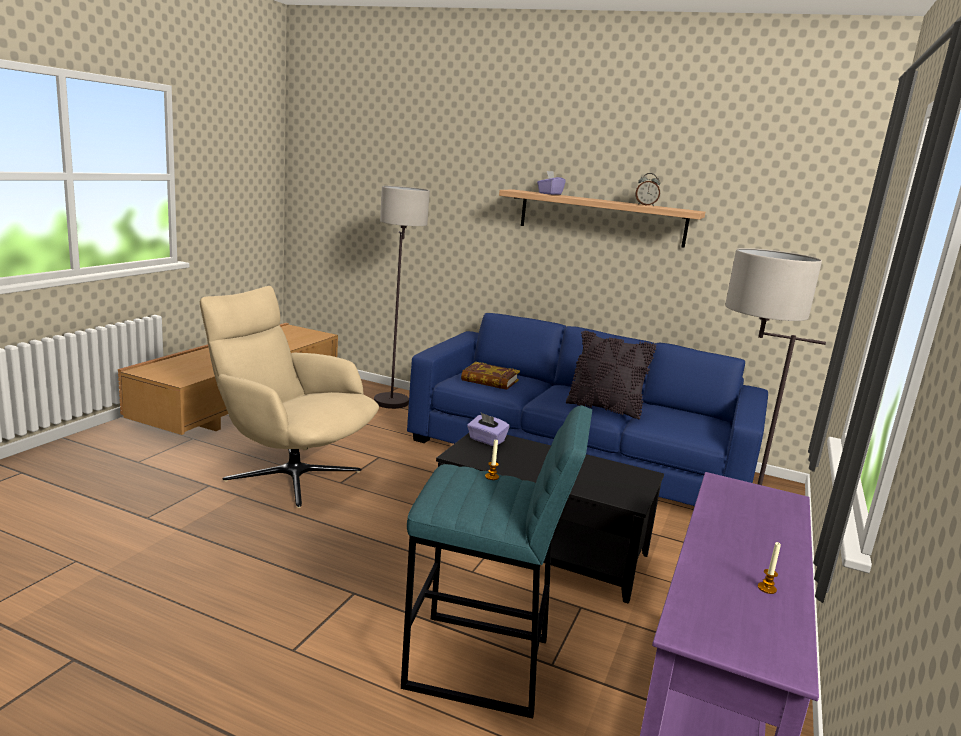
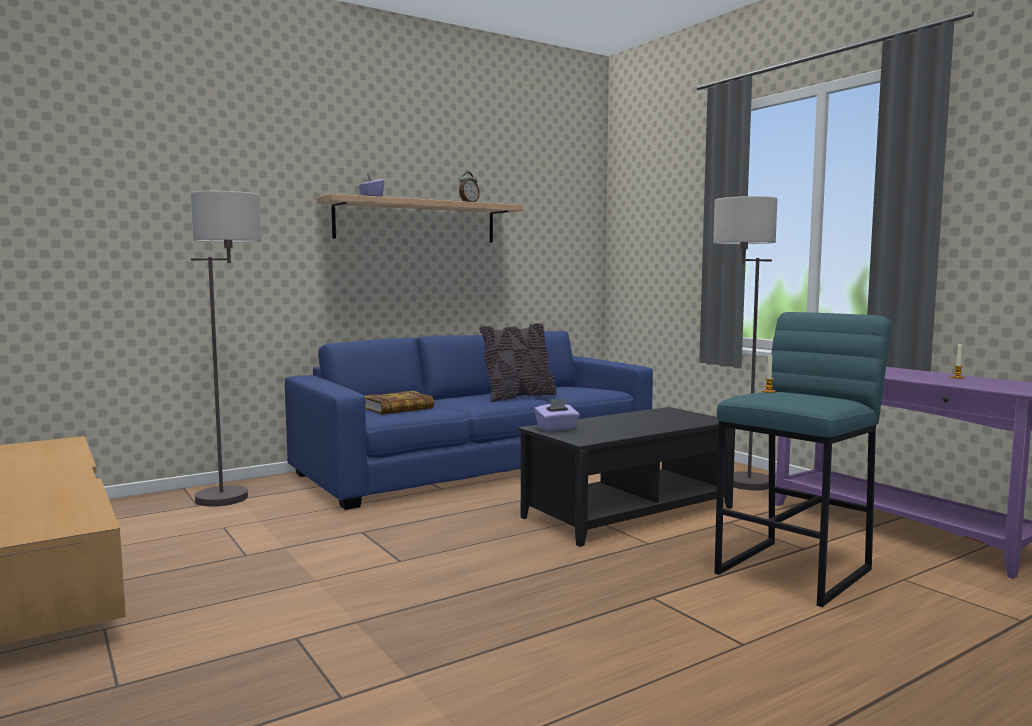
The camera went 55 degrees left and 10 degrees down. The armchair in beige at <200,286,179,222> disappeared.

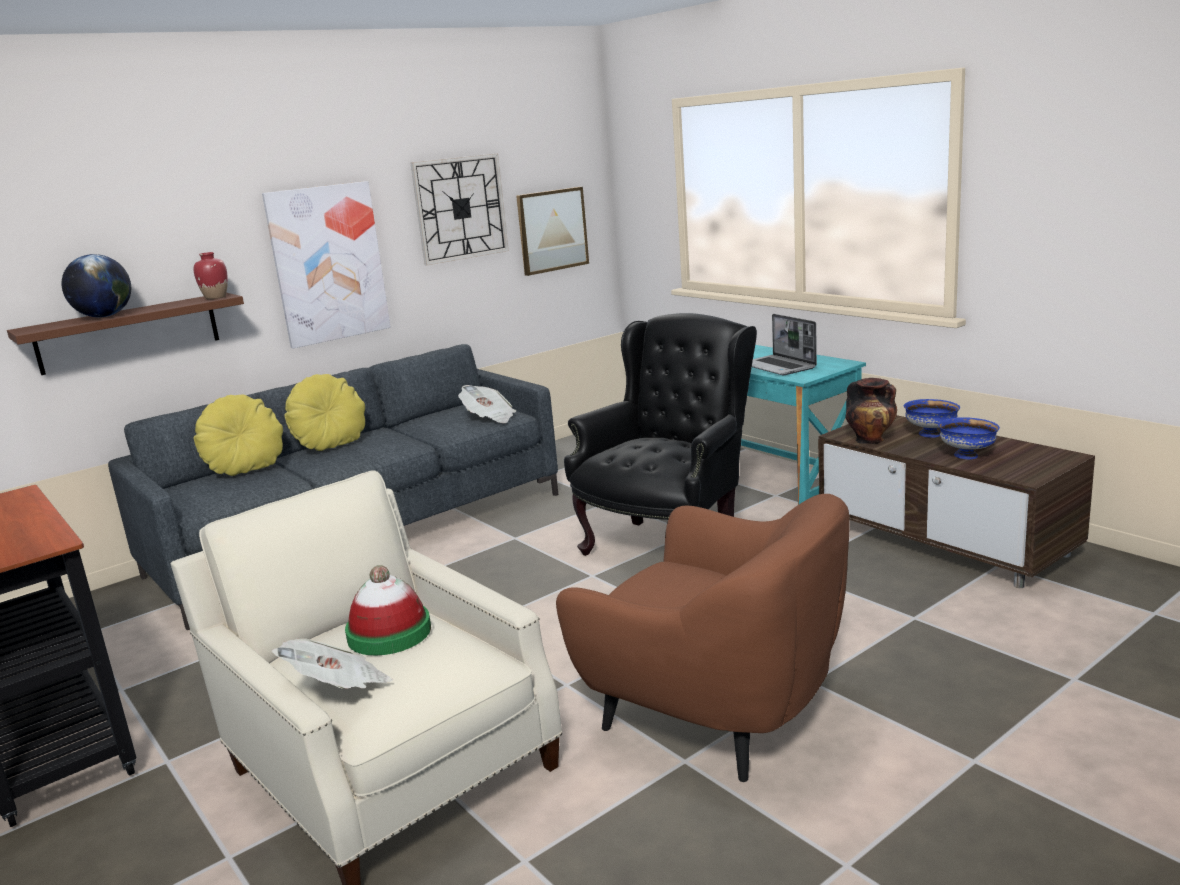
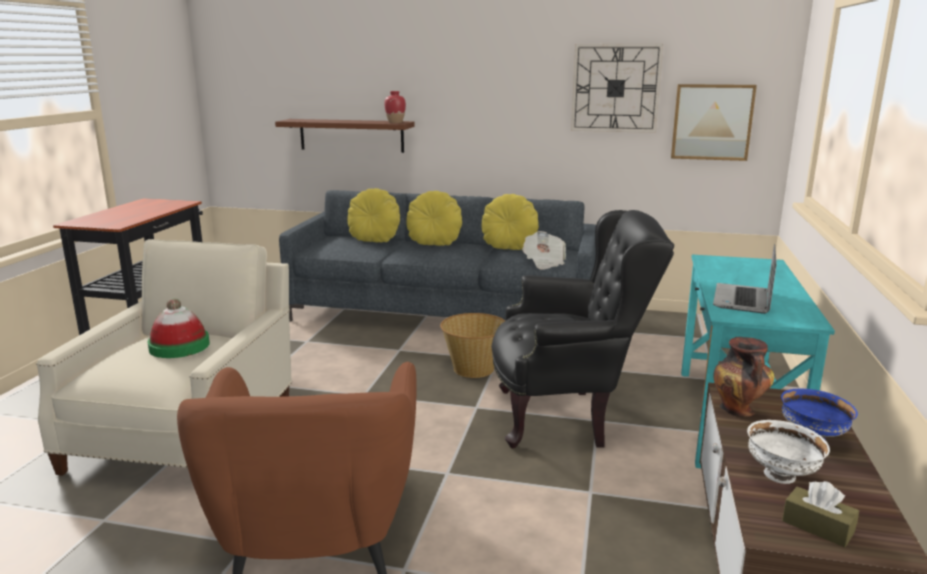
The camera went 50 degrees right and 0 degrees up. The globe at <61,254,70,64> disappeared. The picture at <262,181,129,167> disappeared. The newspaper at <271,638,122,51> disappeared. The basket at <440,313,65,65> appeared. The pillow in yellow at <481,194,58,56> appeared. The tissue box in brown at <782,481,77,66> appeared. The bowl in blue at <938,417,62,42> became the bowl in white at <747,420,83,64>.

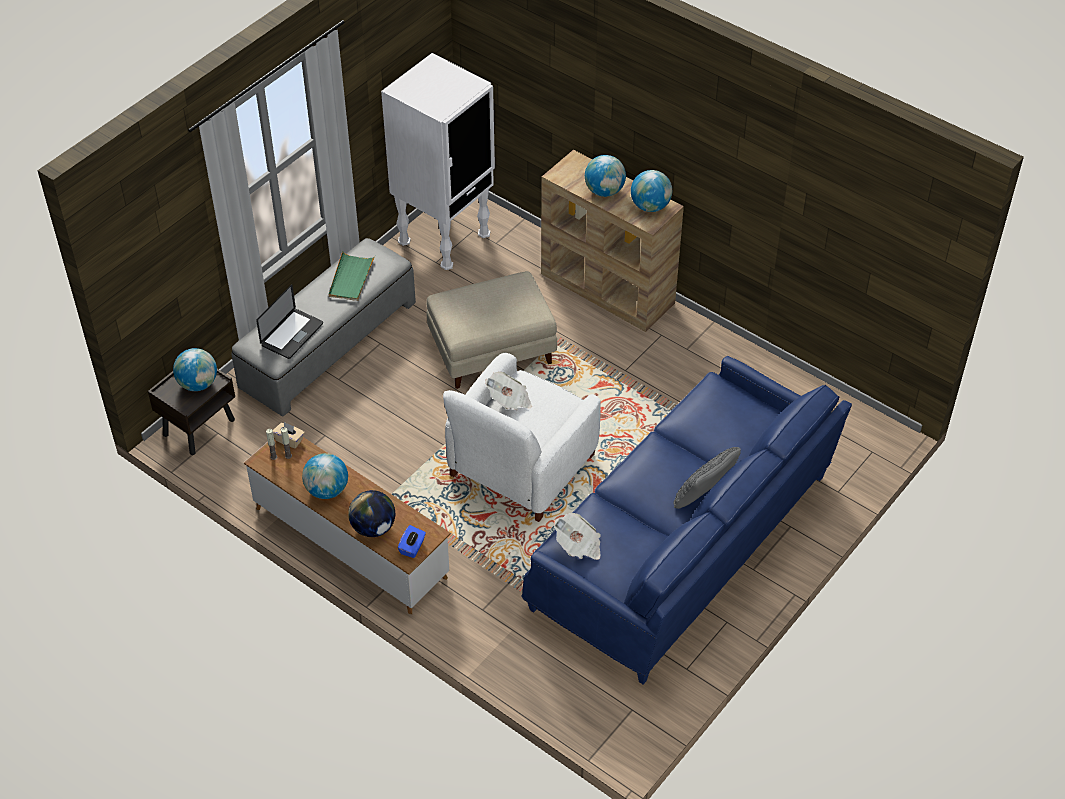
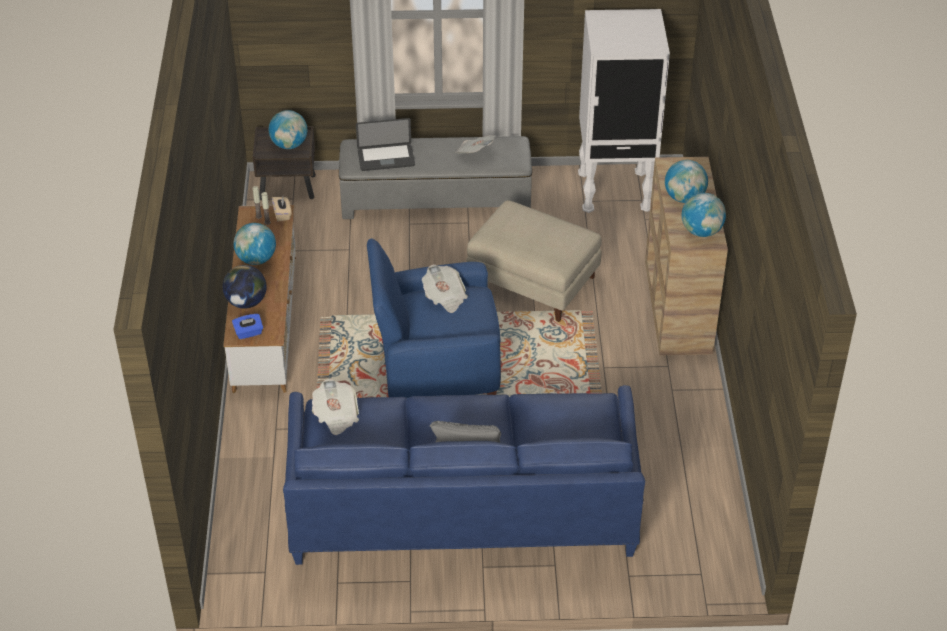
The camera went 50 degrees right and 5 degrees down. The tray in green at <329,251,46,50> was replaced by the newspaper at <455,135,40,18>. The armchair in white at <443,353,158,169> became the armchair in blue at <367,239,134,160>.

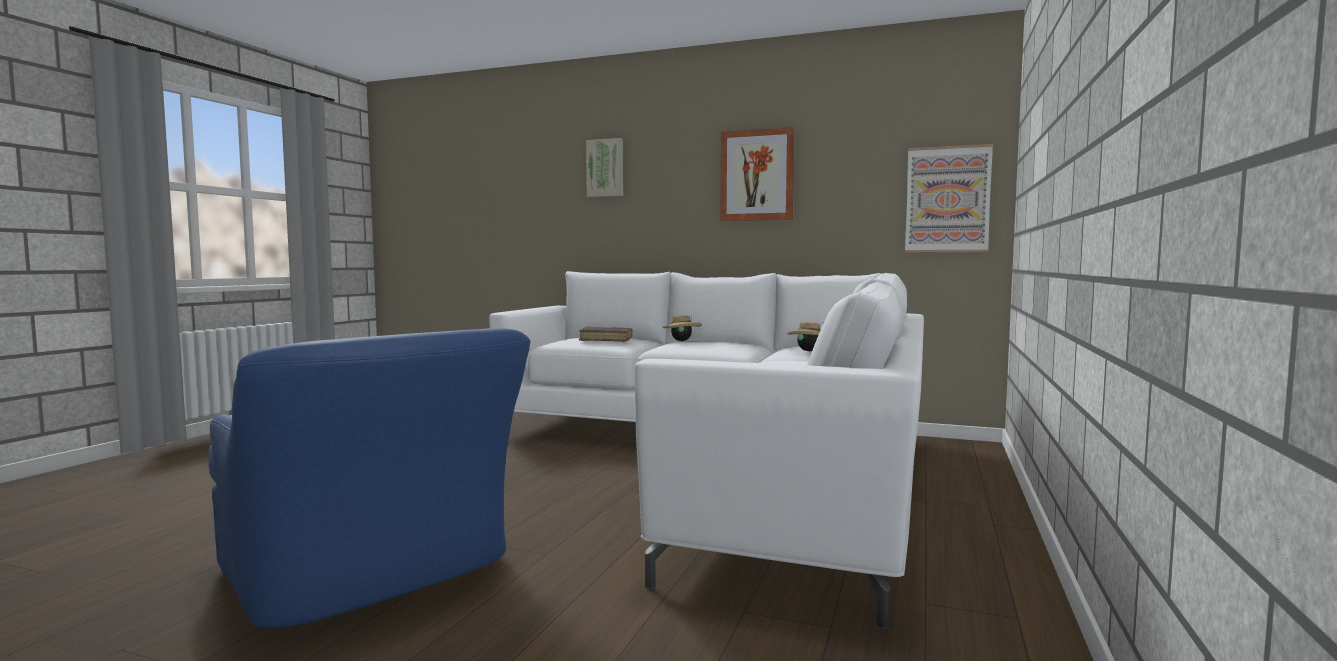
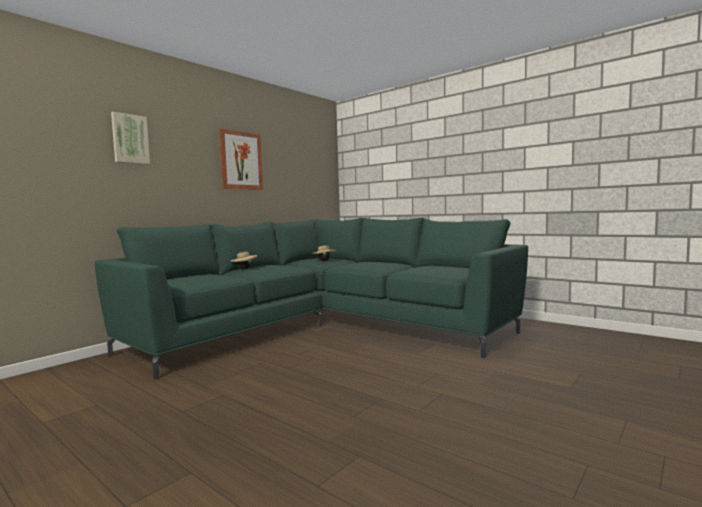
The camera went 70 degrees left and 0 degrees up. The armchair in blue at <208,328,322,300> disappeared. The book in brown at <579,326,54,16> disappeared. The picture at <905,144,88,108> disappeared. The sofa in white at <489,271,435,358> became the sofa in green at <94,217,434,163>.

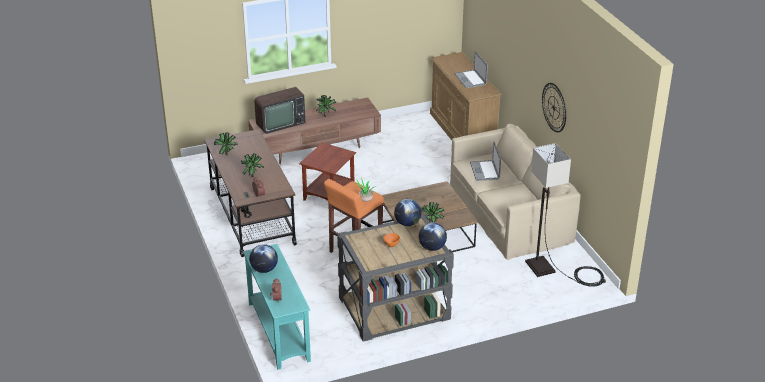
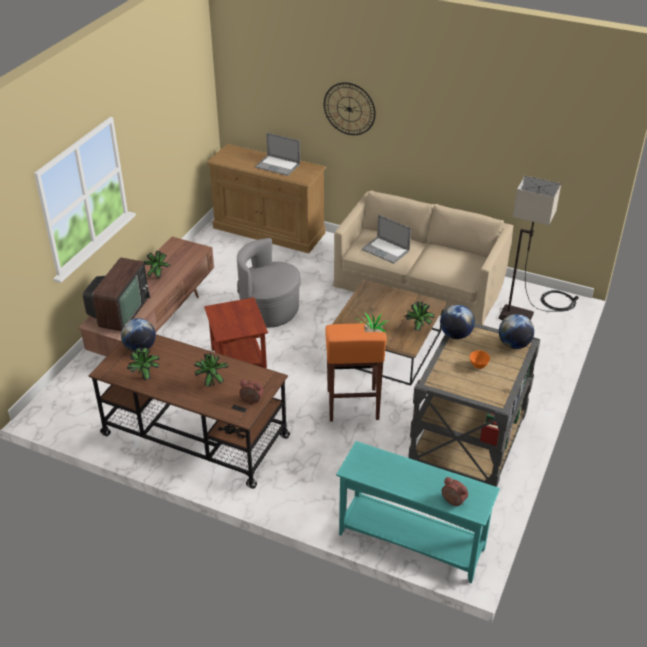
The camera went 45 degrees left and 5 degrees up. The armchair in grey at <237,238,64,90> appeared. The globe moved from <249,244,29,29> to <121,318,35,33>. The wall clock moved from <542,83,24,49> to <324,82,52,53>.

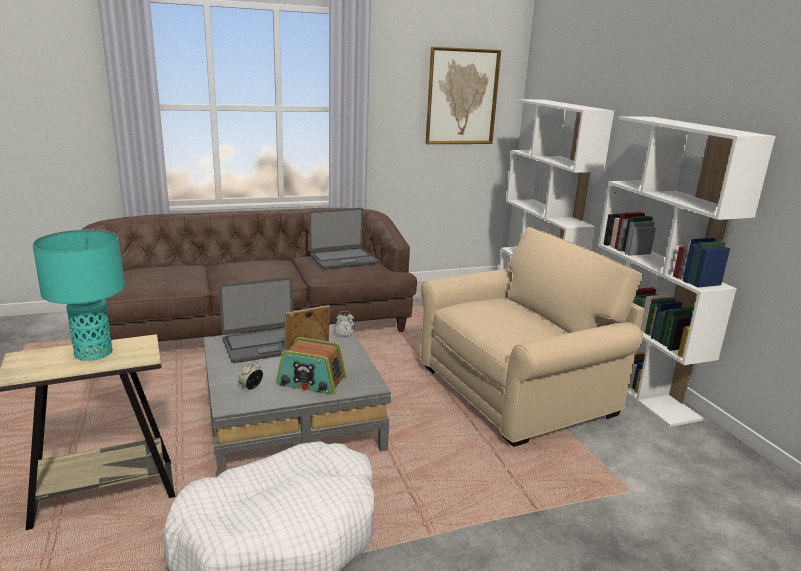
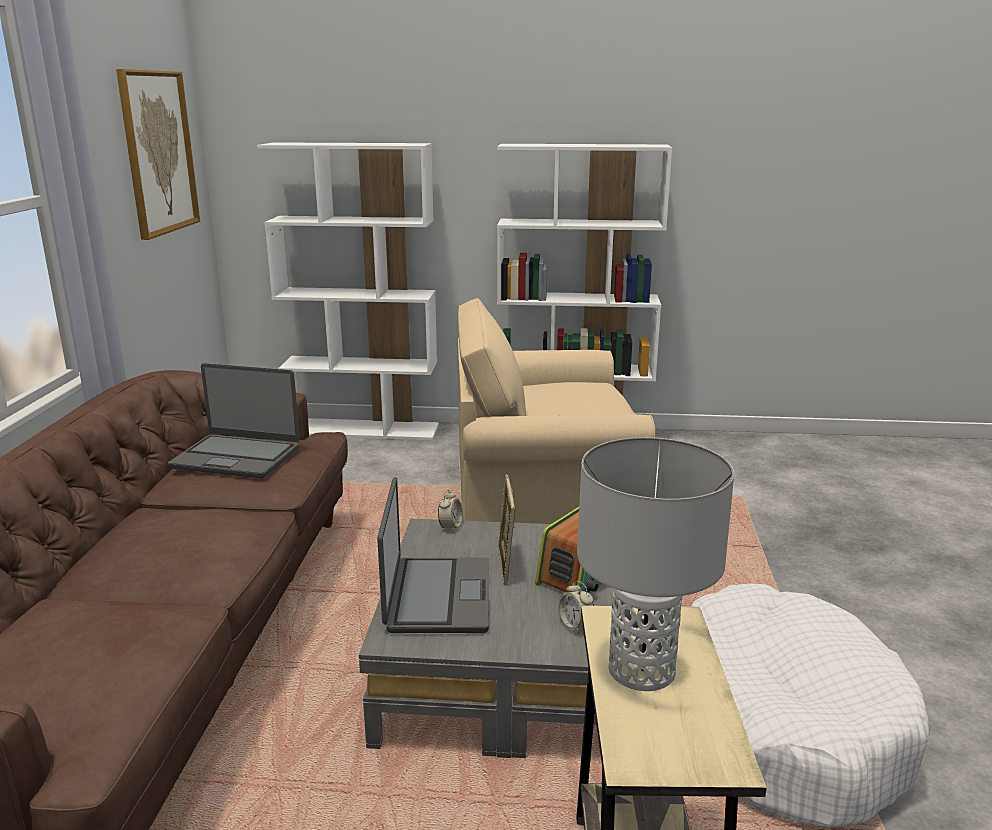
The camera went 65 degrees left and 0 degrees up. The table lamp in turquoise at <32,230,93,131> became the table lamp in white at <577,437,157,254>. The laptop at <309,208,69,61> turned 105 degrees clockwise. The armchair in beige at <420,226,225,221> turned 90 degrees counterclockwise.

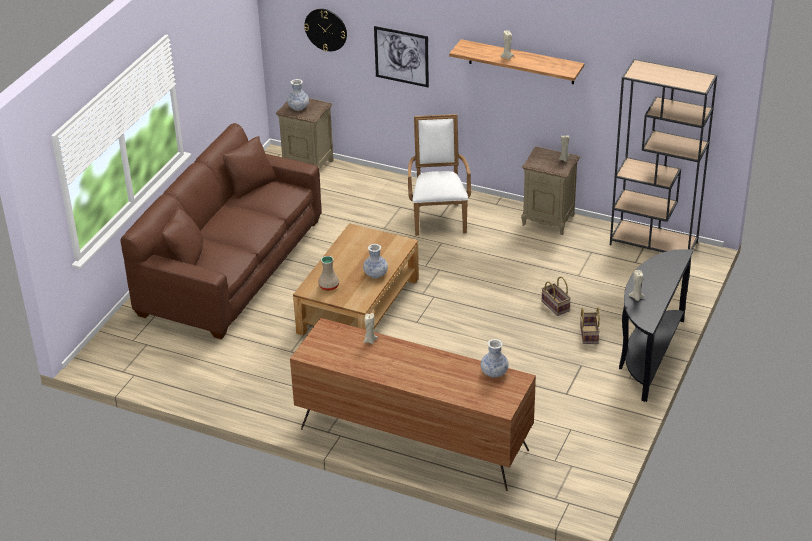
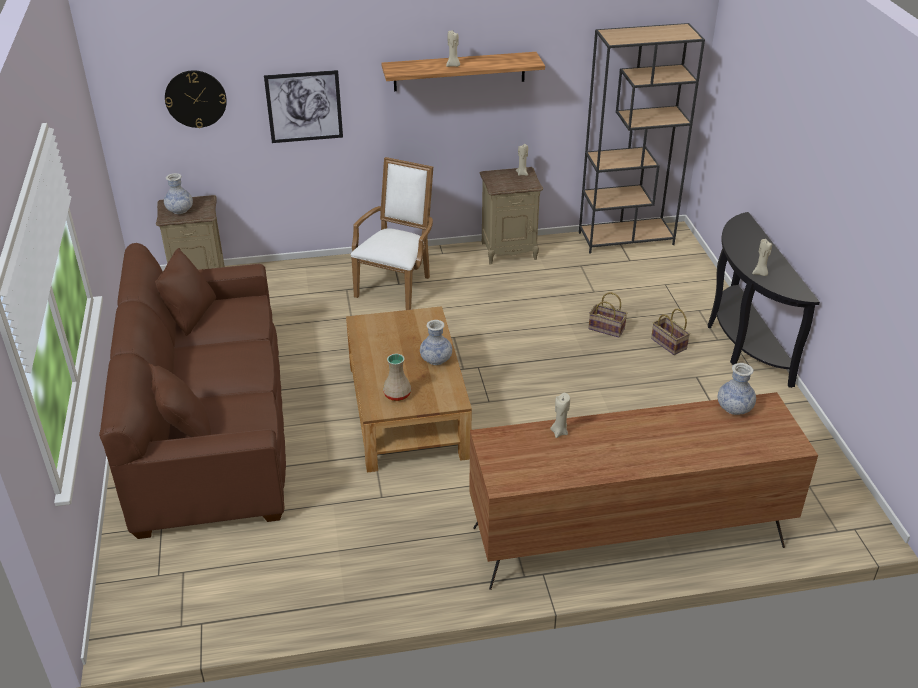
The camera went 35 degrees left and 0 degrees up. The armchair in white at <408,114,63,122> turned 60 degrees clockwise.

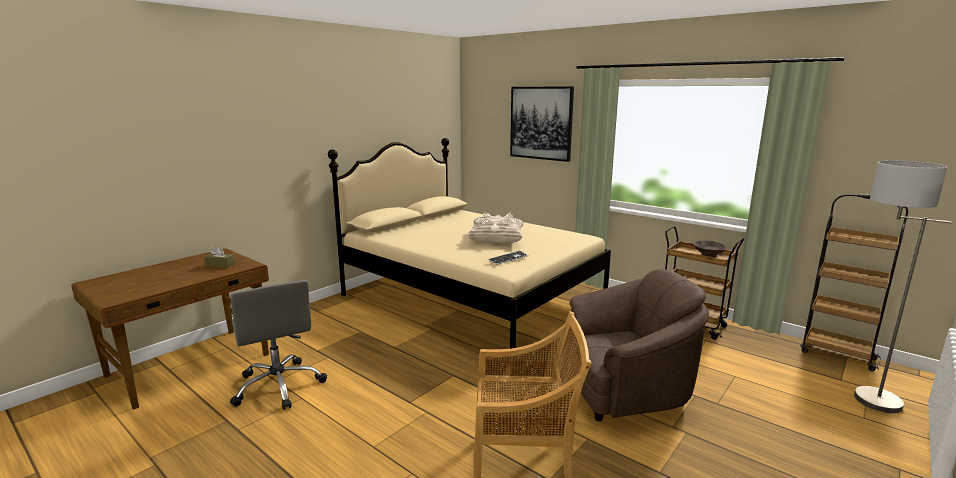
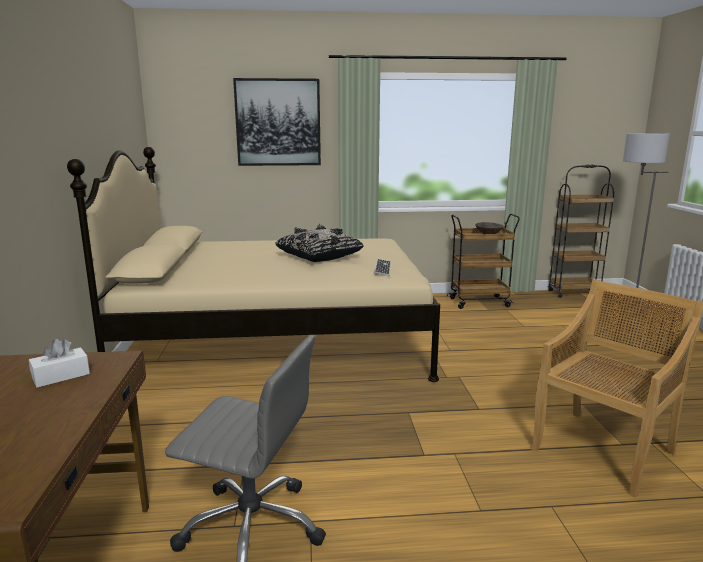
The camera went 45 degrees left and 0 degrees up. The armchair in brown at <569,269,140,152> disappeared. The tissue box in brown at <204,246,31,22> became the tissue box in white at <29,339,61,49>. The pillow in beige at <468,212,55,32> became the pillow in black at <275,224,89,38>.

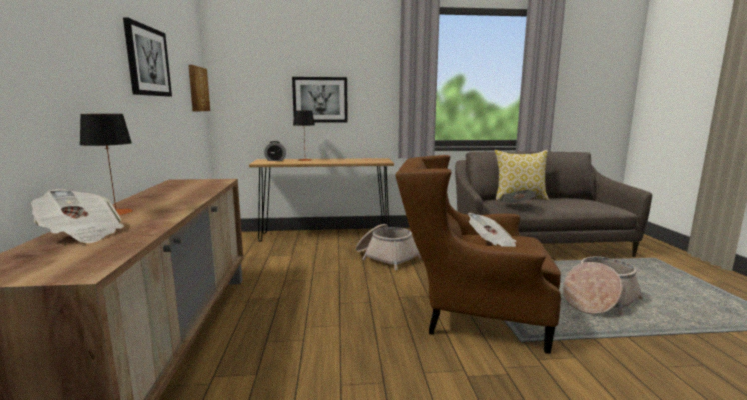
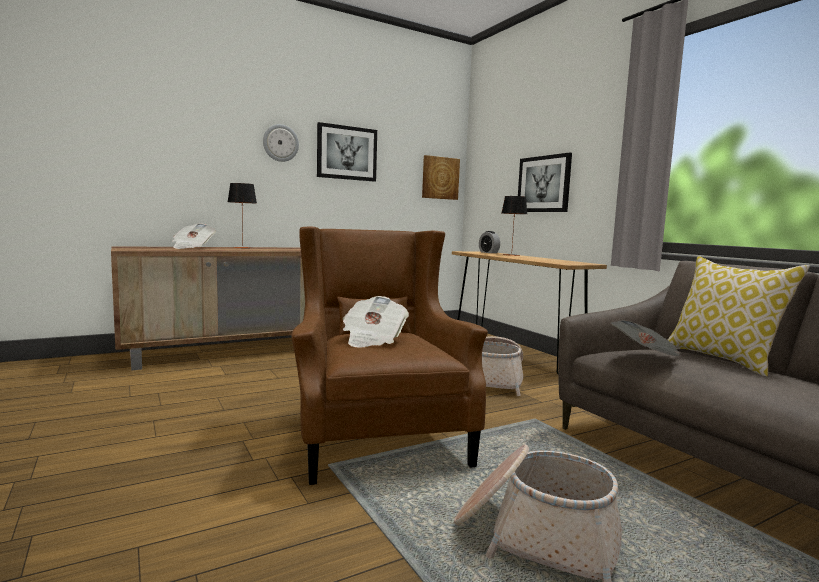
The camera went 65 degrees right and 5 degrees down. The wall clock at <263,124,36,38> appeared.

